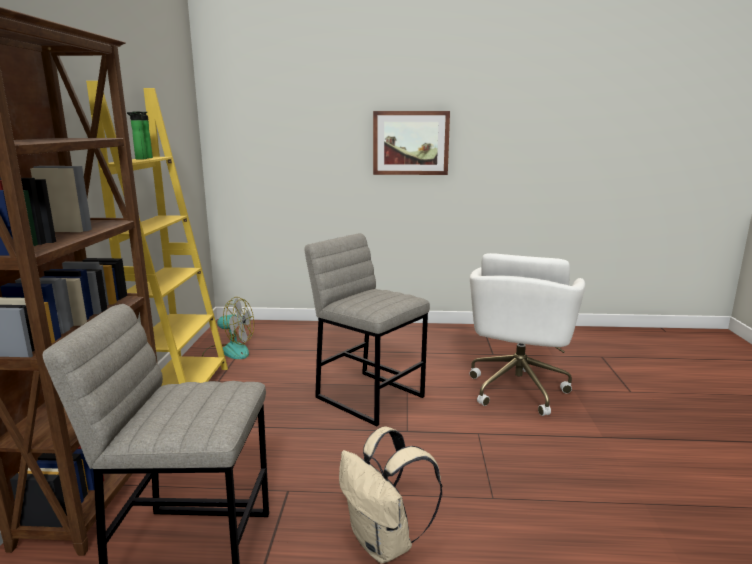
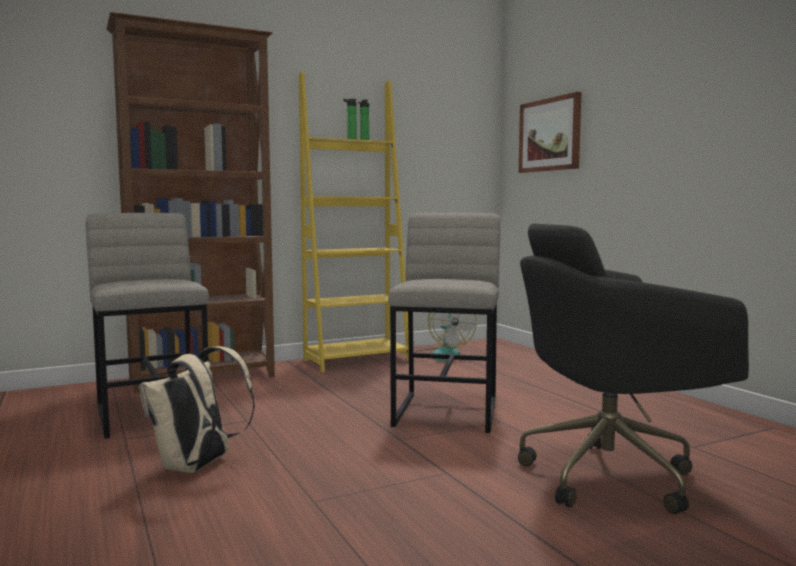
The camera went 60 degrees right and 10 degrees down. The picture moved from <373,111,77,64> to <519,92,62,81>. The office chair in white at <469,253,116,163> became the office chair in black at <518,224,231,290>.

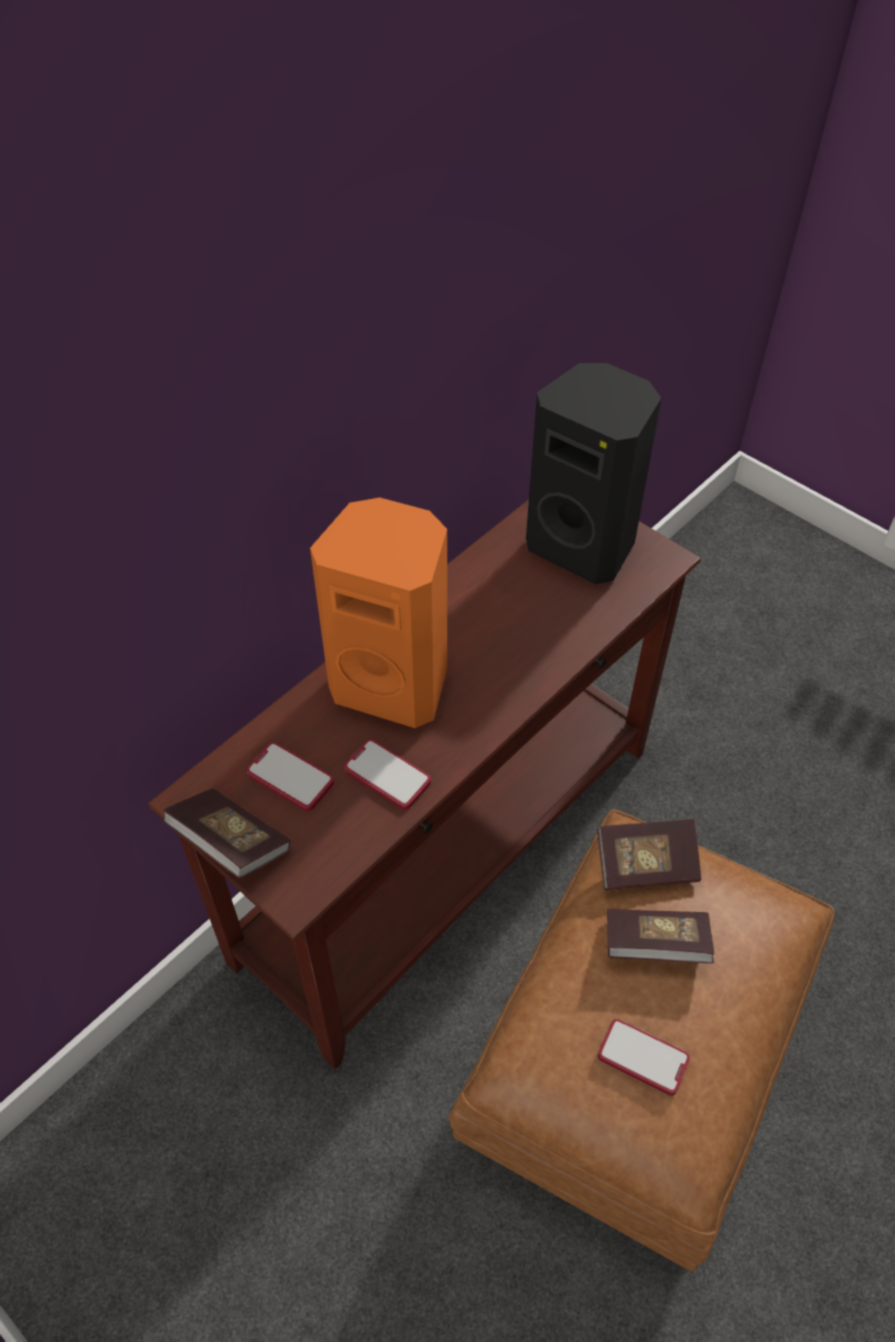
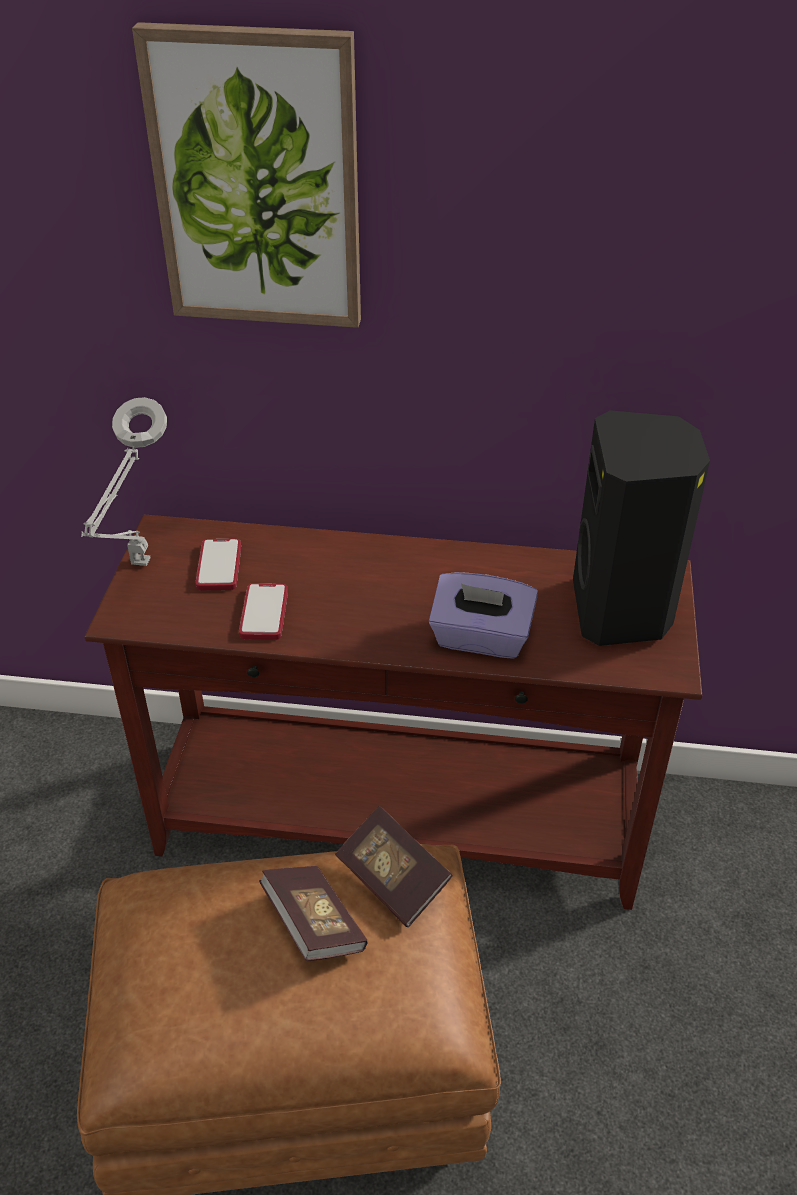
The camera went 55 degrees right and 10 degrees down. The speaker in orange at <310,498,137,230> disappeared. The phone at <598,1019,92,77> disappeared. The picture at <132,22,229,306> appeared. The tissue box in purple at <429,572,109,87> appeared. The book at <162,788,129,91> was replaced by the table lamp in grey at <81,397,86,169>.

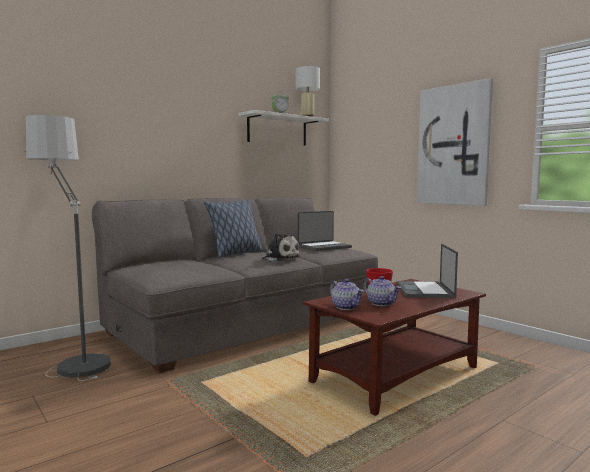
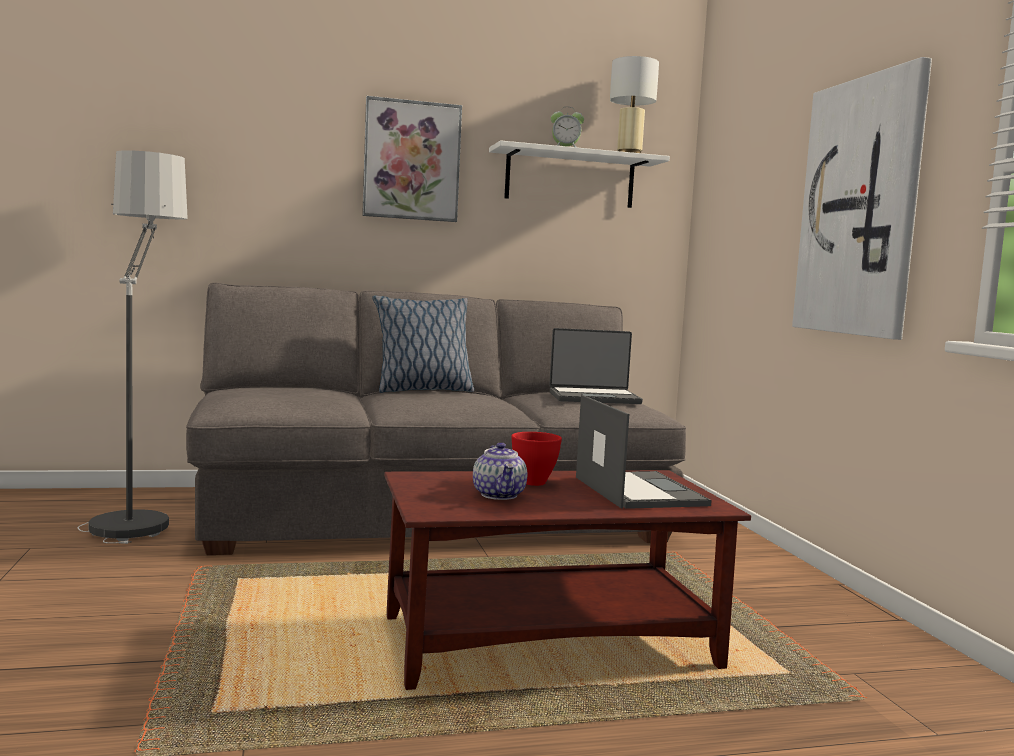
The camera went 25 degrees right and 0 degrees up. The plush toy at <260,233,41,29> disappeared. The teapot at <330,279,34,31> disappeared. The picture at <362,96,100,126> appeared. The laptop at <397,244,61,54> turned 135 degrees clockwise.

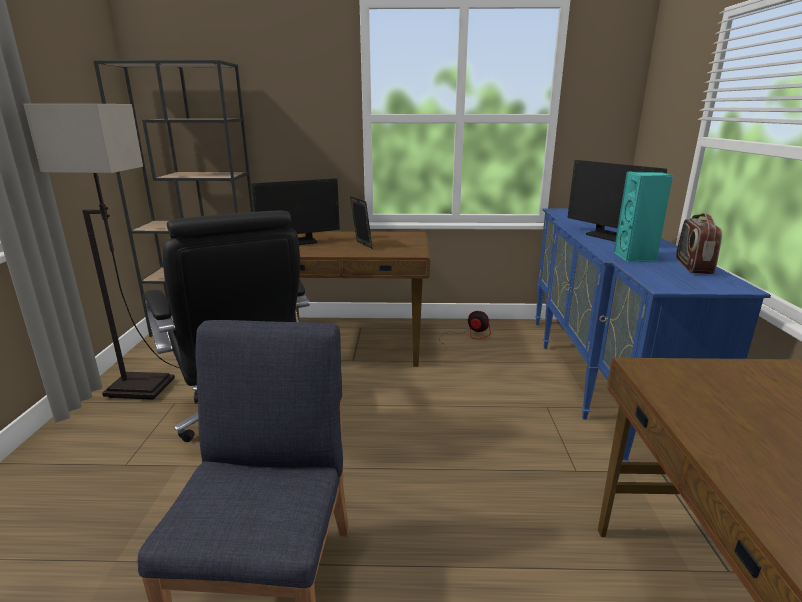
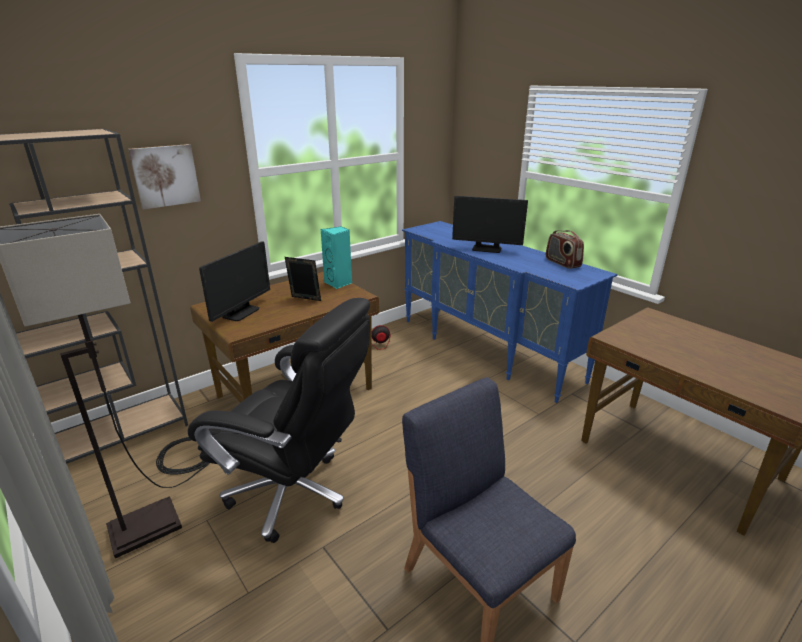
The camera went 40 degrees left and 5 degrees up. The picture at <128,144,73,65> appeared. The speaker in turquoise moved from <614,171,59,91> to <321,226,31,63>.

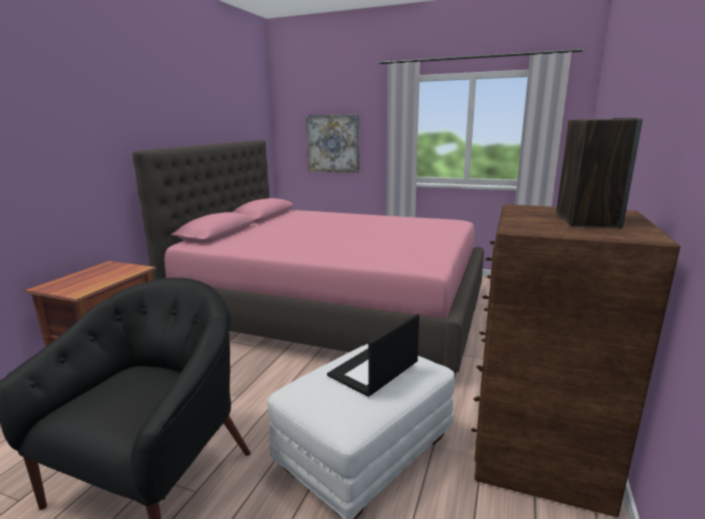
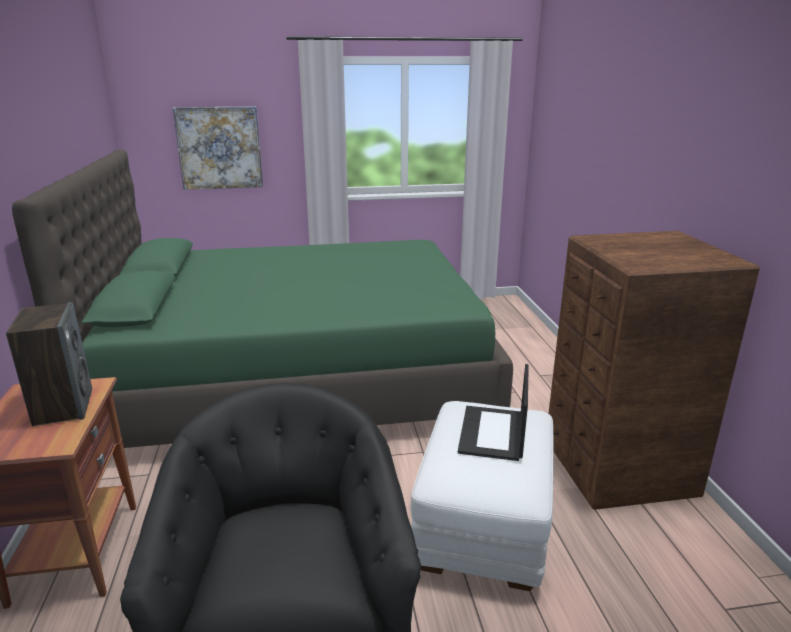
The camera went 30 degrees left and 5 degrees up. The speaker moved from <556,118,87,111> to <6,302,86,124>. The bed in pink at <132,140,352,235> became the bed in green at <12,150,501,298>.

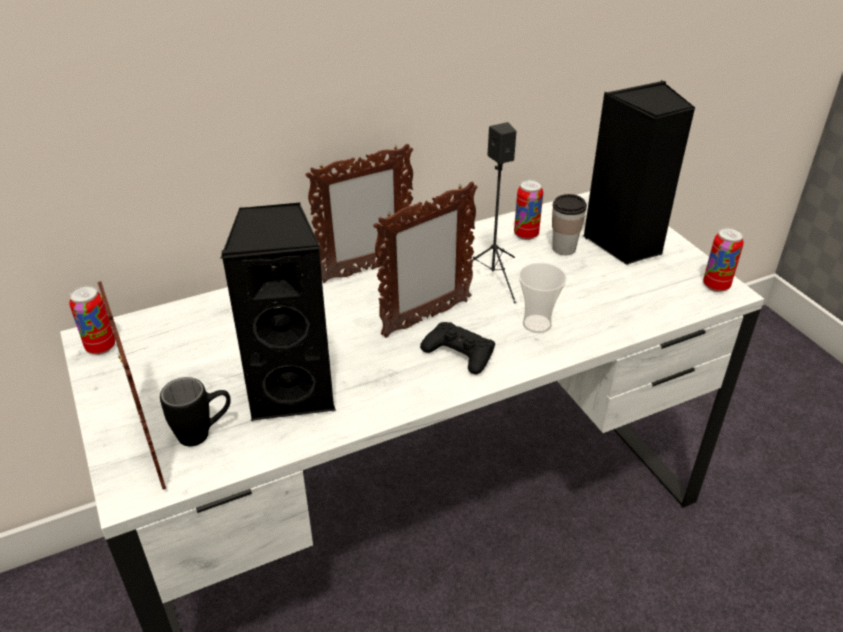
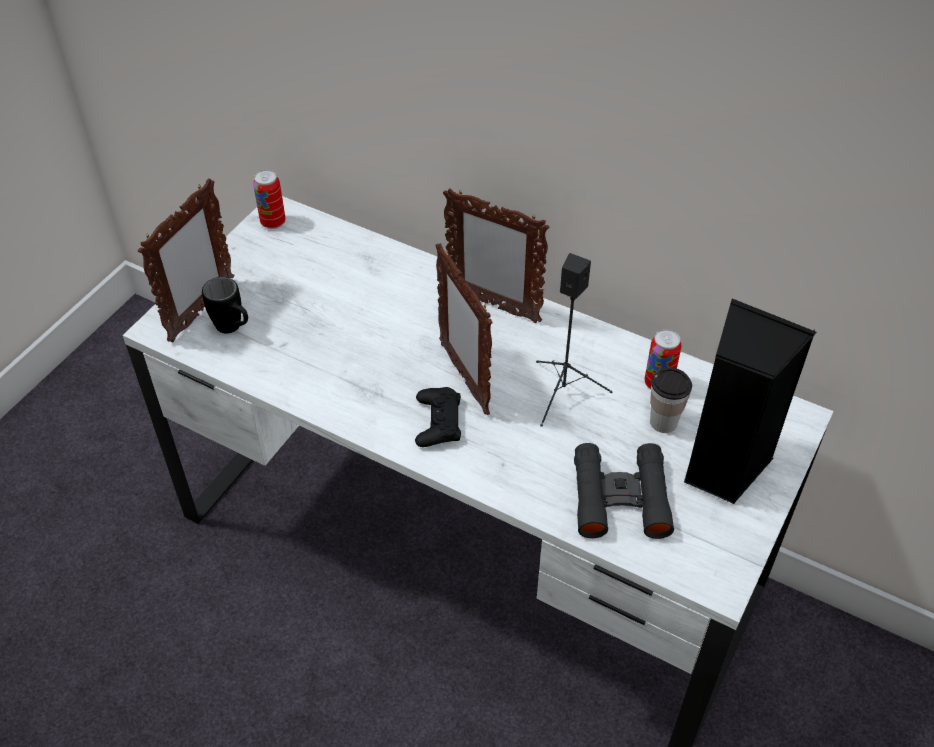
The camera went 55 degrees right and 10 degrees up. The speaker in black at <220,203,116,218> disappeared. The cup at <518,263,49,70> disappeared. The can at <703,227,41,65> disappeared. The binoculars in black at <574,443,100,96> appeared. The picture frame at <373,182,104,156> turned 45 degrees clockwise.

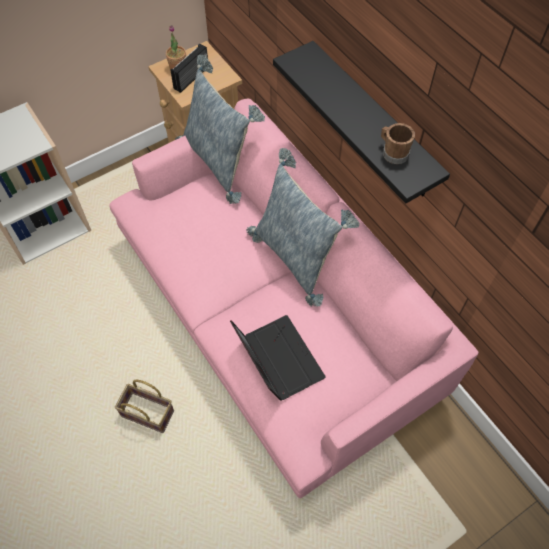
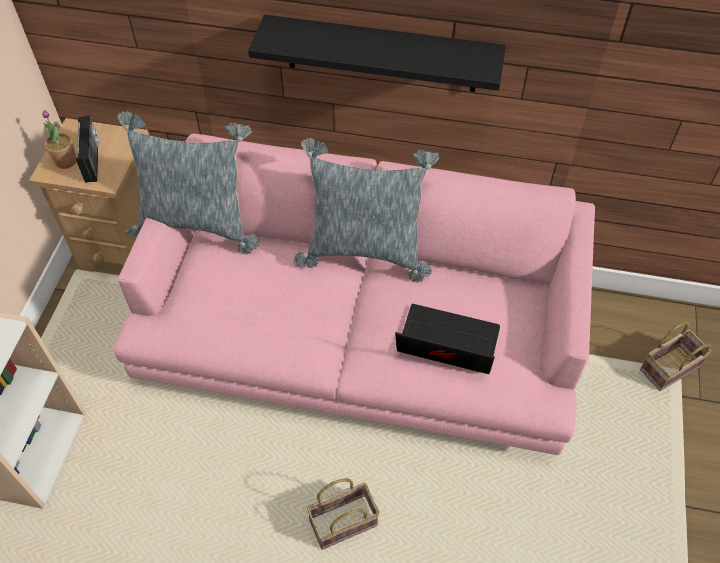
The camera went 45 degrees left and 5 degrees down. The mug in brown at <381,123,34,41> disappeared. The basket at <640,322,71,69> appeared.

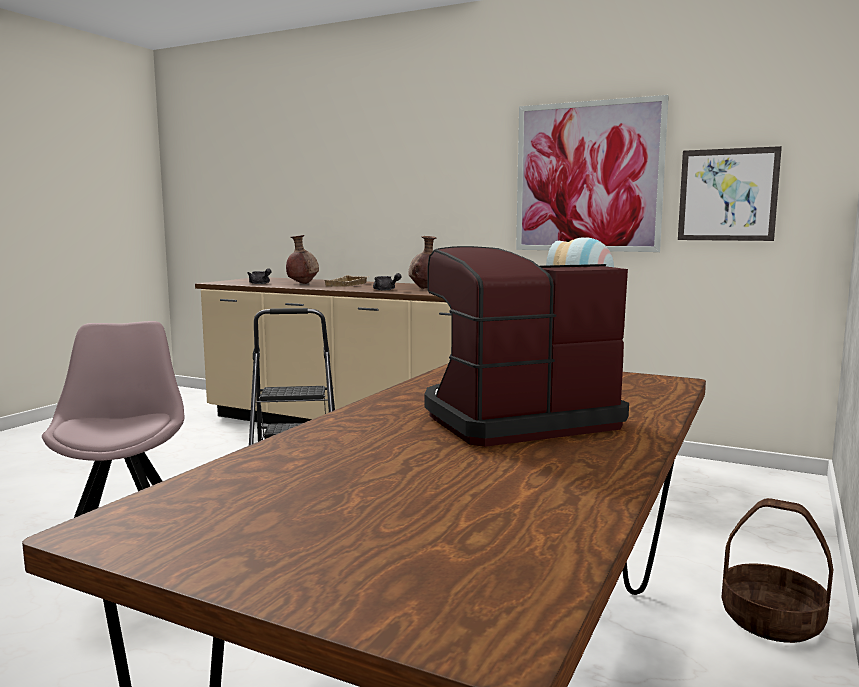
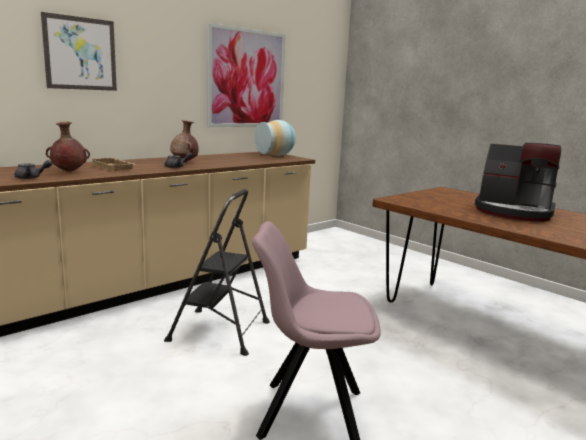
The camera went 70 degrees left and 5 degrees up. The basket at <721,498,112,145> disappeared. The picture moved from <678,146,104,95> to <41,12,76,79>. The coffee machine at <424,246,205,201> turned 60 degrees counterclockwise.

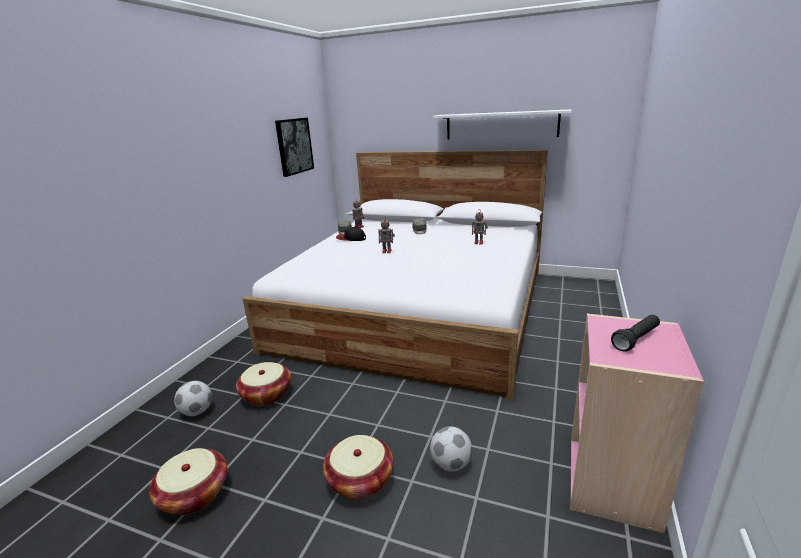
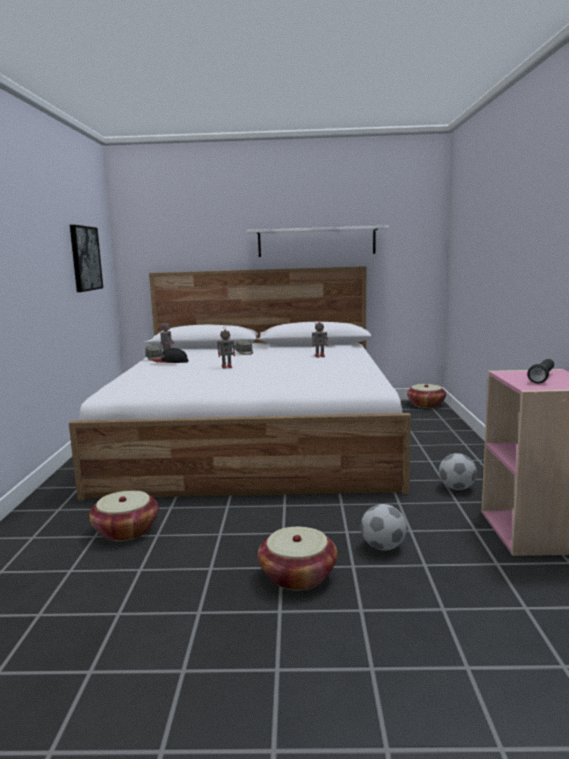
The camera went 20 degrees left and 10 degrees down. The basket moved from <149,448,78,67> to <407,384,39,24>. The football moved from <174,381,38,35> to <439,453,38,37>.

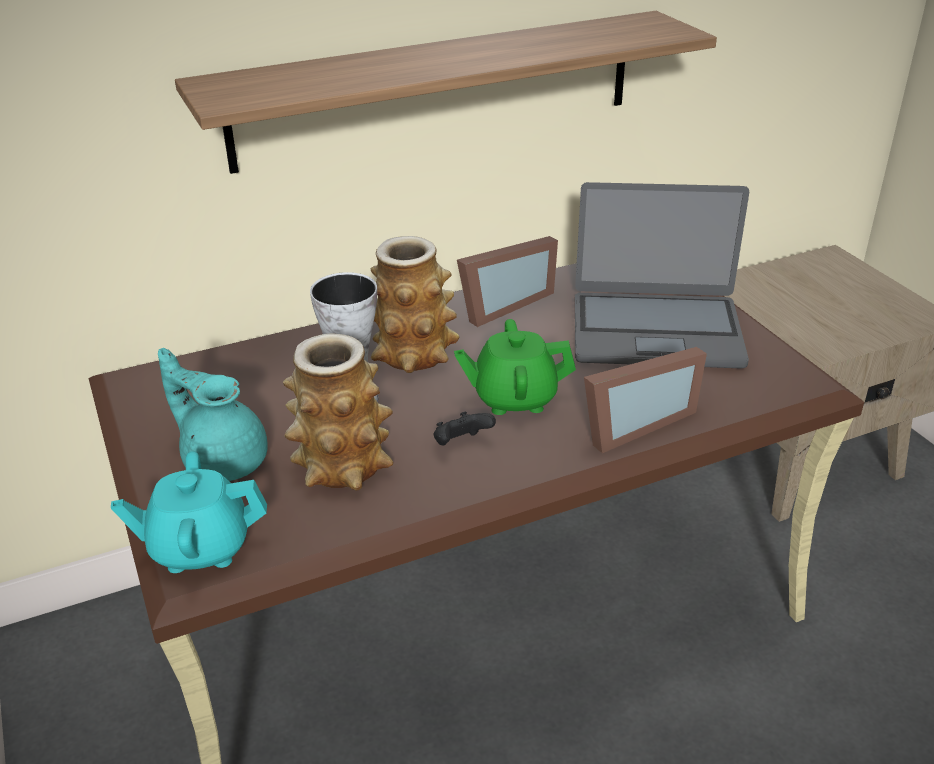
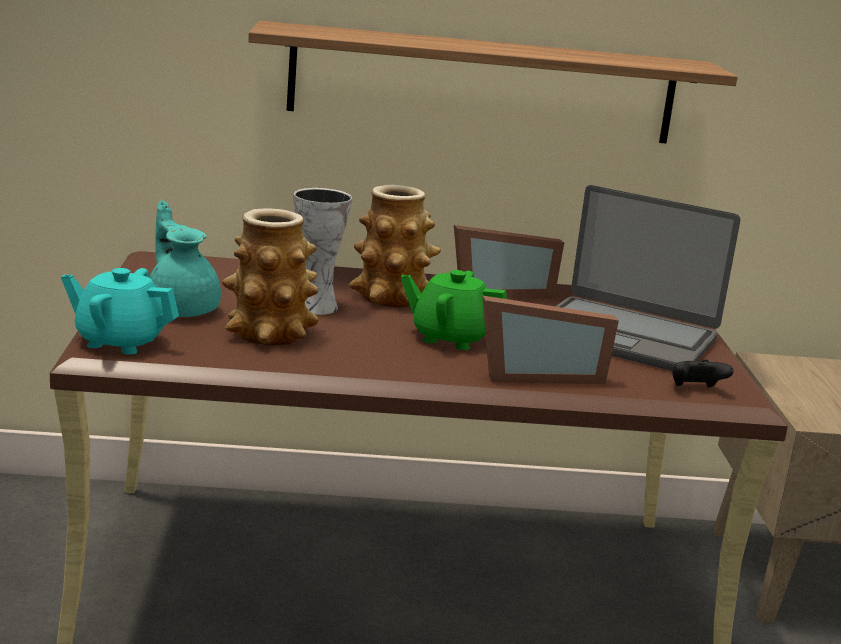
The camera went 20 degrees right and 15 degrees down. The game controller in black moved from <434,412,62,33> to <672,359,62,28>.

